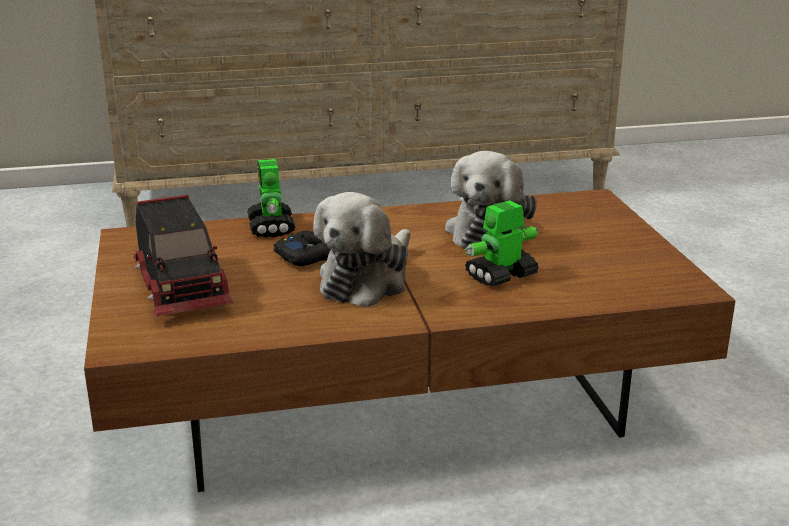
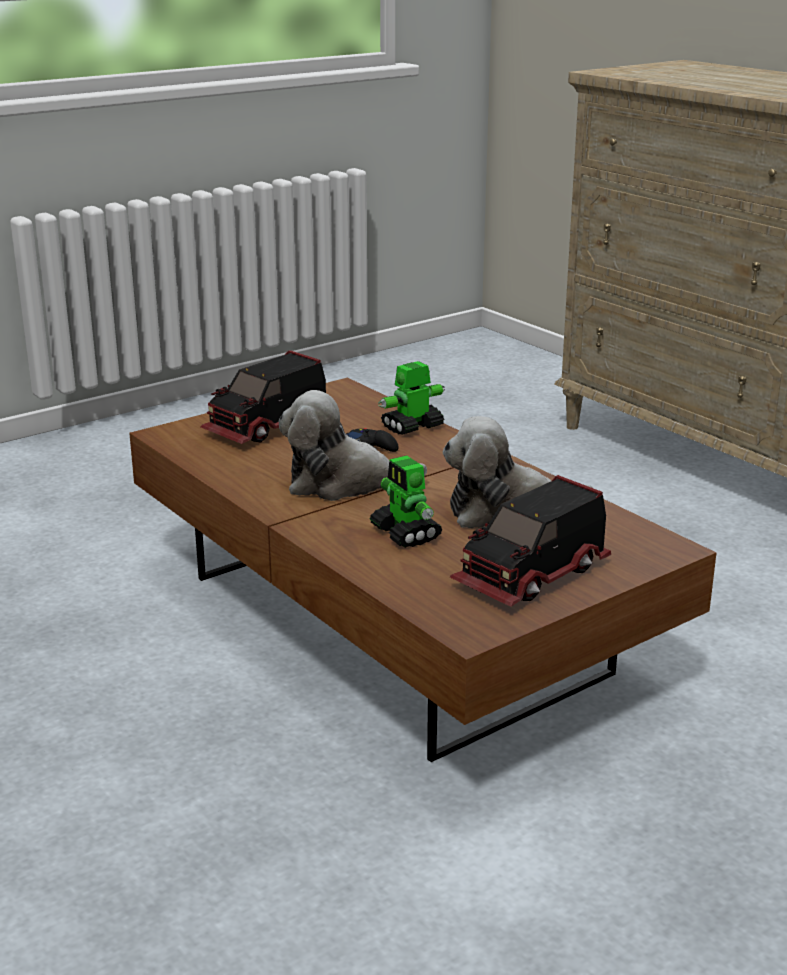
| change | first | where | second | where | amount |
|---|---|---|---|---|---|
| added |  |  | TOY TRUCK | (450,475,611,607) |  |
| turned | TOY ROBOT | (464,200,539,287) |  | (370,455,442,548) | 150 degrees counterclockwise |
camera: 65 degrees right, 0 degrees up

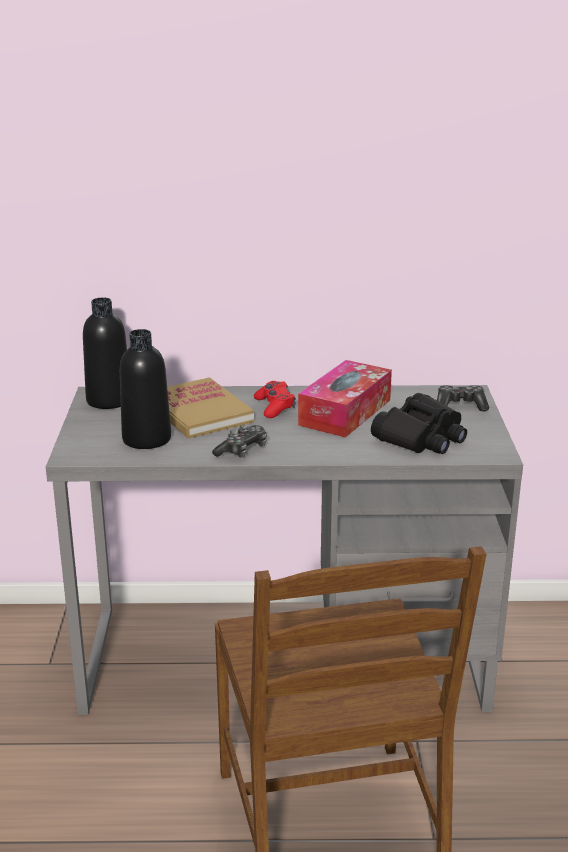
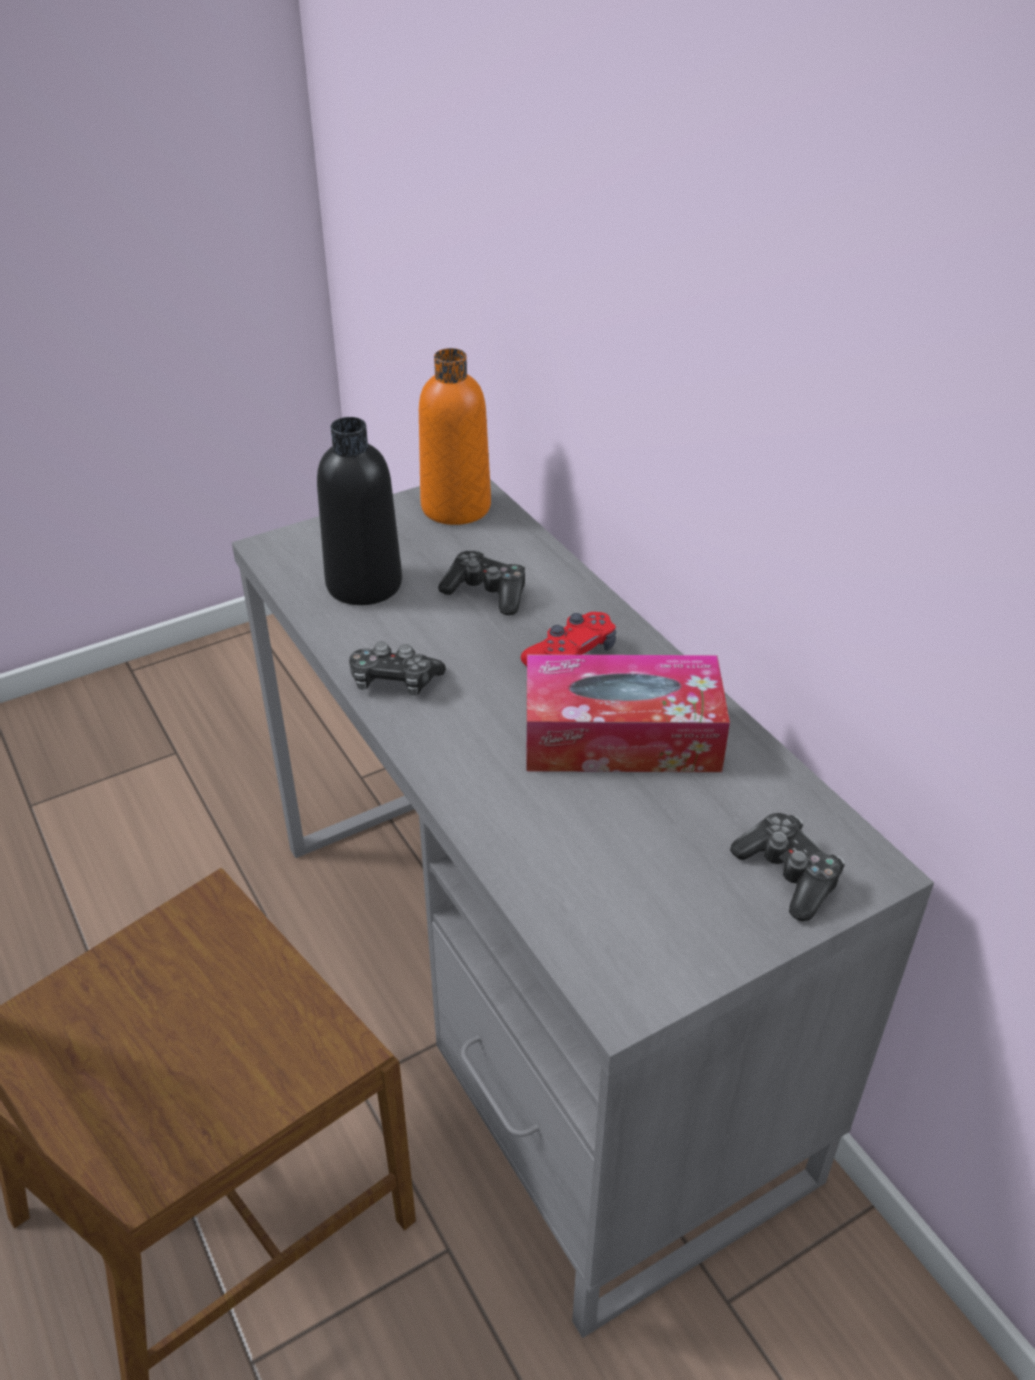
| change | first | where | second | where | amount |
|---|---|---|---|---|---|
| removed | BLACK BINOCULARS | (371,393,467,454) |  |  |  |
| replaced | BOOK | (167,377,254,439) | GAME CONTROLLER | (438,551,525,615) |  |
| recoloured | BLACK BOTTLE | (83,298,127,409) | ORANGE BOTTLE | (419,348,491,525) |  |
camera: 60 degrees right, 15 degrees up

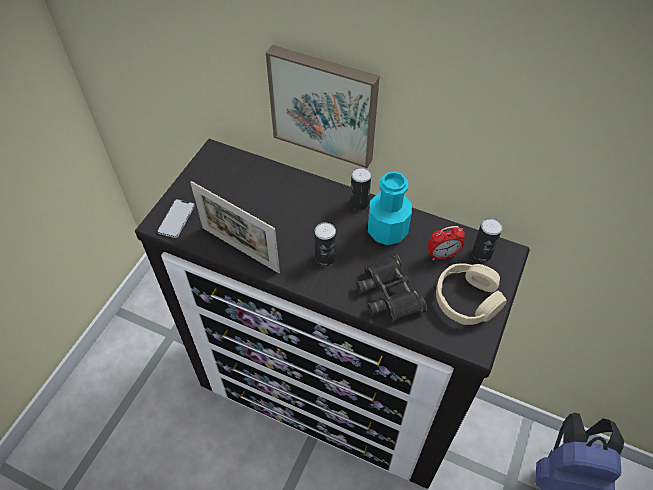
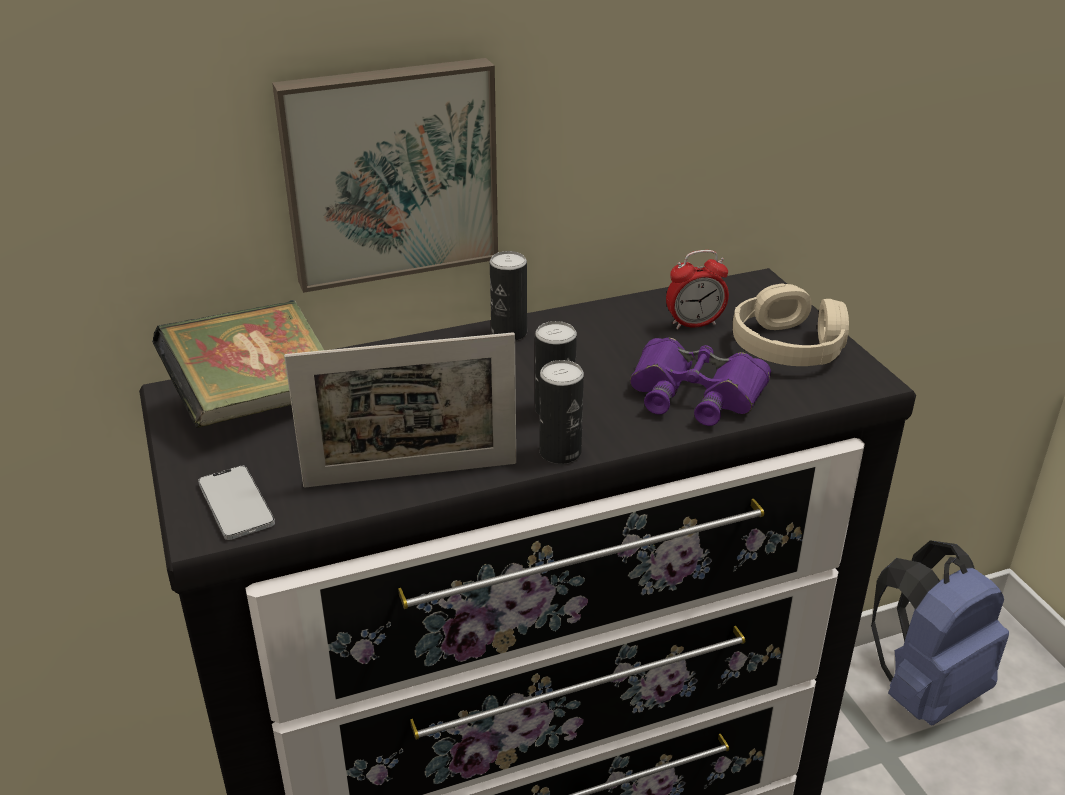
| change | first | where | second | where | amount |
|---|---|---|---|---|---|
| removed | TURQUOISE BOTTLE | (368,172,412,245) |  |  |  |
| added |  |  | BOOK | (152,300,324,428) |  |
| moved | CAN | (472,218,502,262) |  | (539,360,584,464) |  |
| recoloured | BLACK BINOCULARS | (356,254,427,322) | PURPLE BINOCULARS | (630,338,771,426) |  |
| turned | ALARM CLOCK | (428,226,465,260) |  | (666,250,729,330) | 45 degrees clockwise |
camera: 45 degrees left, 20 degrees down

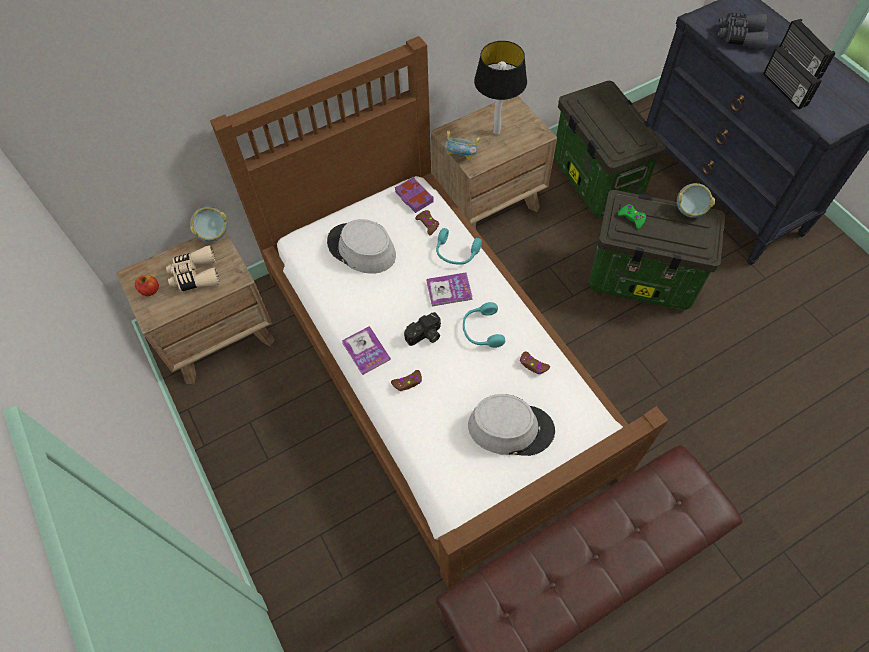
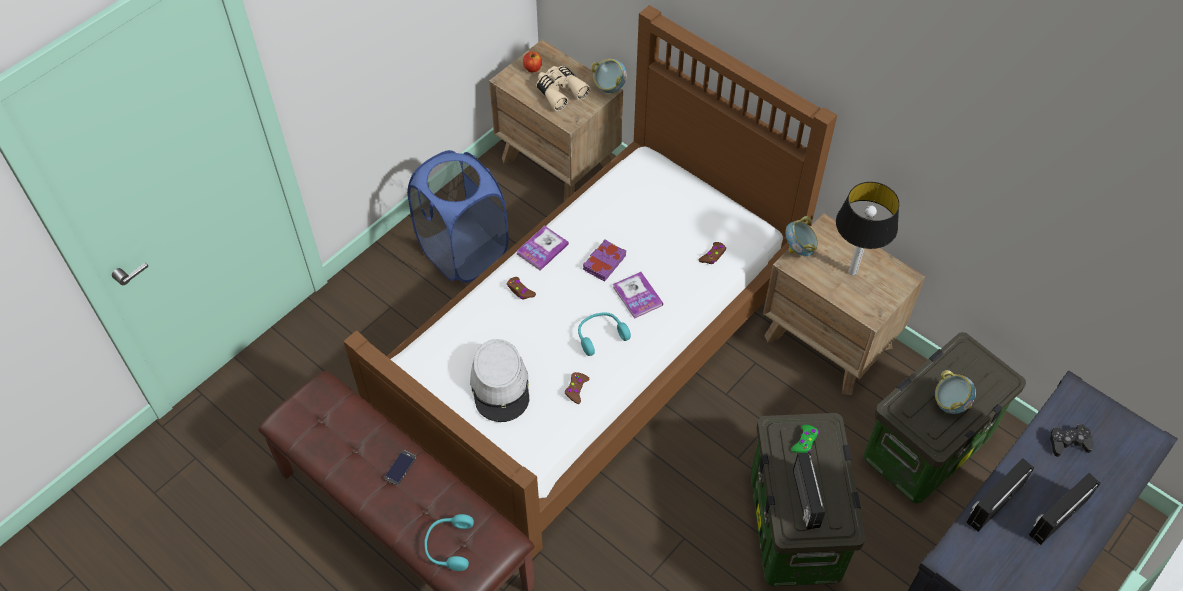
| change | first | where | second | where | amount |
|---|---|---|---|---|---|
| removed | GREY HAT | (327,219,396,274) |  |  |  |
| removed | PHOTO CAMERA | (404,312,441,346) |  |  |  |
| added |  |  | PHONE | (384,450,416,485) |  |
| added |  |  | BLUE LAUNDRY BASKET | (407,150,509,283) |  |
| added |  |  | RADIO | (793,452,825,530) |  |
| moved | PURPLE BOOK | (395,177,434,213) |  | (583,239,626,282) |  |
| moved | TURQUOISE HEADPHONES | (436,228,482,265) |  | (424,514,474,571) |  |
| moved | BOWL | (677,183,715,218) |  | (935,370,976,414) |  |
| replaced | GREY BINOCULARS | (718,13,768,50) | BLACK GAME CONTROLLER | (1050,424,1094,457) |  |
camera: 70 degrees right, 5 degrees down

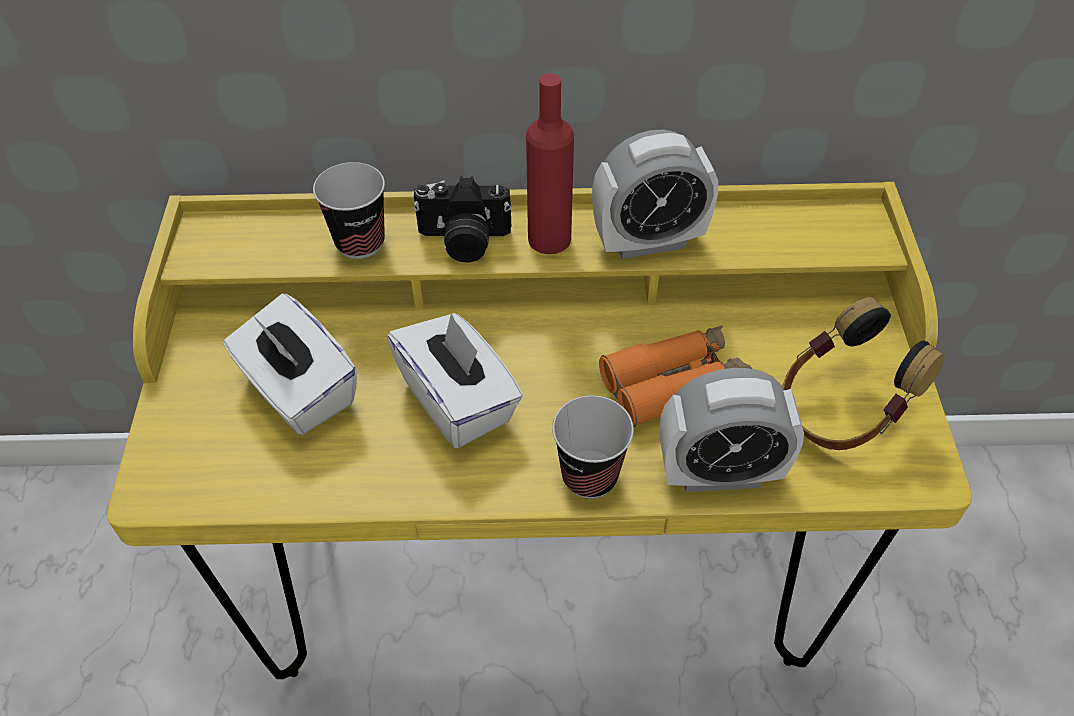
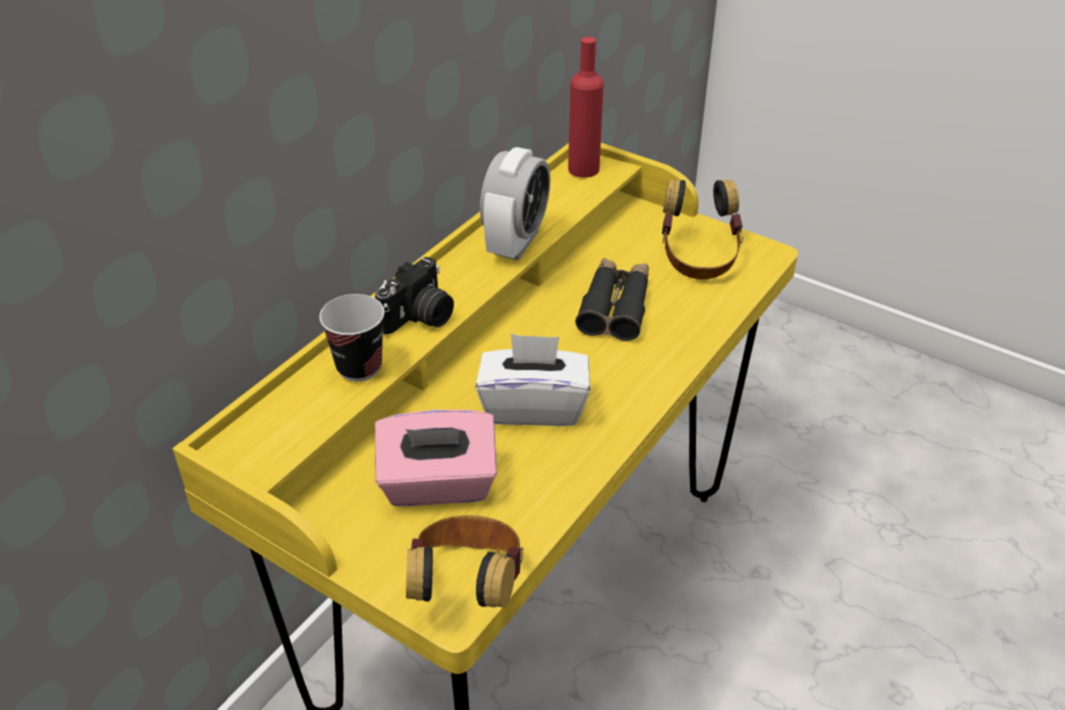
| change | first | where | second | where | amount |
|---|---|---|---|---|---|
| removed | CUP | (552,395,634,499) |  |  |  |
| removed | ALARM CLOCK | (660,368,804,492) |  |  |  |
| added |  |  | HEADPHONES | (406,515,523,608) |  |
| moved | RED BOTTLE | (526,73,574,254) |  | (568,37,604,178) |  |
| recoloured | WHITE TISSUE BOX | (223,294,357,435) | PINK TISSUE BOX | (375,410,497,506) |  |
| recoloured | ORANGE BINOCULARS | (599,325,752,427) | BLACK BINOCULARS | (575,258,649,341) |  |
camera: 55 degrees left, 10 degrees down

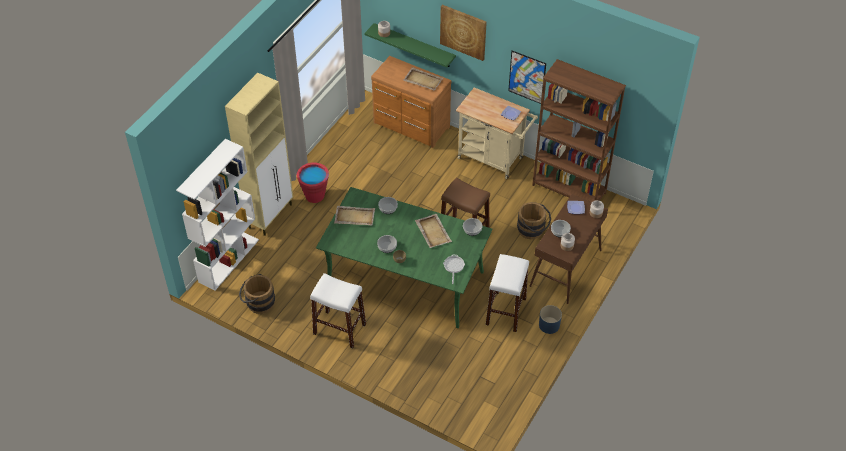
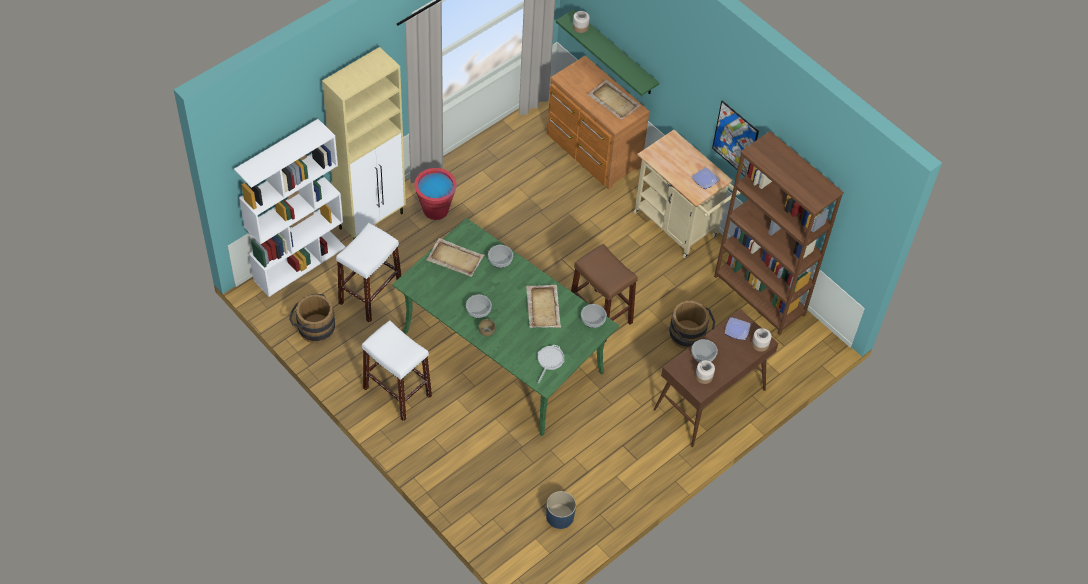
| change | first | where | second | where | amount |
|---|---|---|---|---|---|
| removed | PICTURE | (440,5,487,61) |  |  |  |
| moved | WHITE STOOL | (486,254,529,332) |  | (336,223,401,323) |  |
| moved | BLUE PLANTER | (539,305,562,334) |  | (546,491,576,529) |  |
camera: 15 degrees right, 5 degrees up

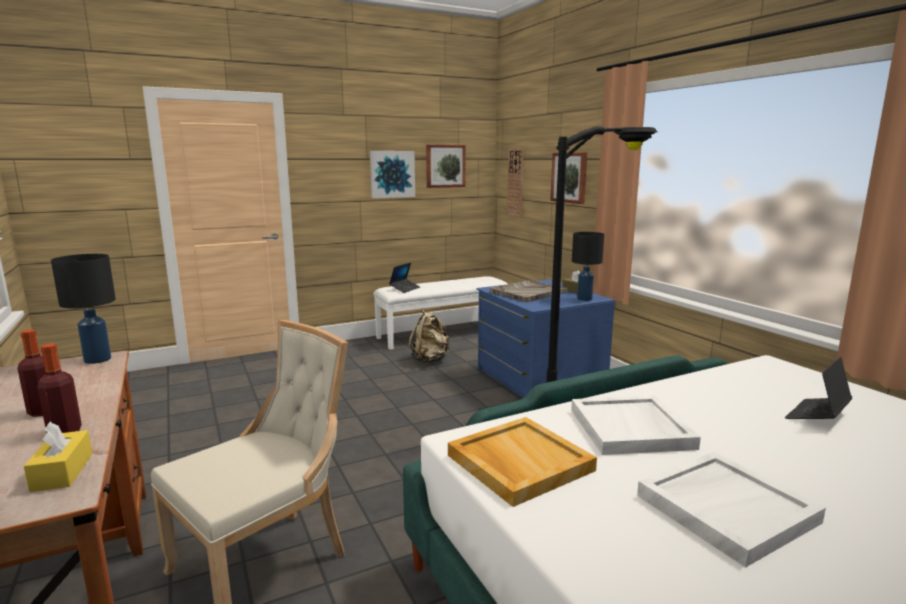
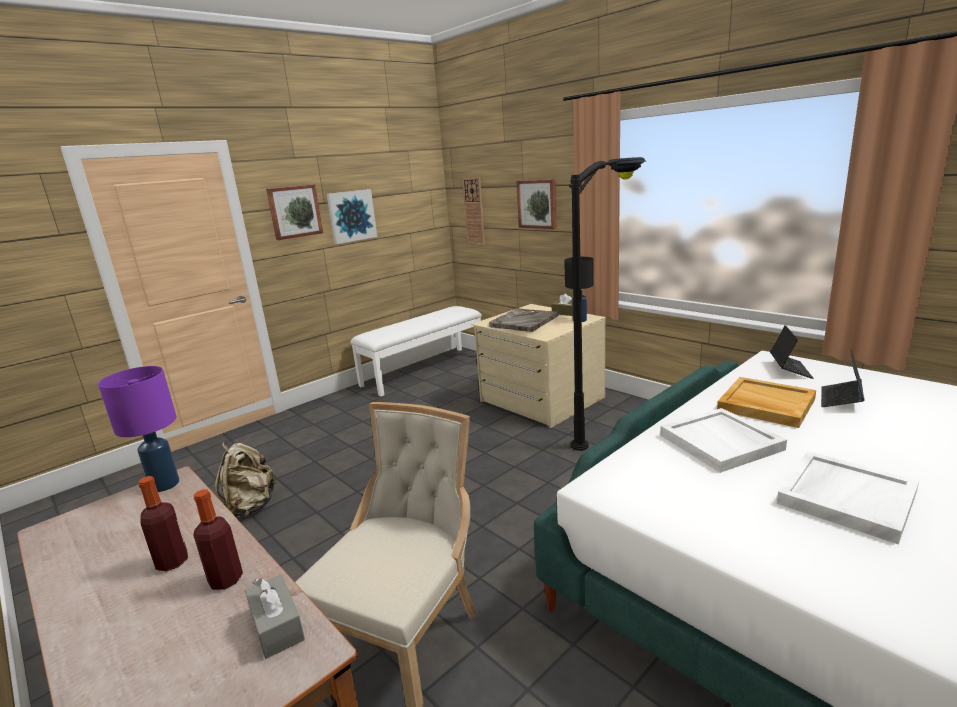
| change | first | where | second | where | amount |
|---|---|---|---|---|---|
| moved | LAPTOP | (389,262,420,293) |  | (770,325,813,379) |  |
| moved | BEIGE BACKPACK | (409,308,450,362) |  | (215,442,278,518) |  |
| moved | PICTURE | (426,145,466,188) |  | (266,184,323,240) |  |
| moved | BEIGE TRAY | (448,417,597,507) |  | (717,377,816,428) |  |
| recoloured | YELLOW TISSUE BOX | (24,422,93,492) | GREY TISSUE BOX | (245,574,305,659) |  |
| recoloured | BLACK TABLE LAMP | (51,254,116,364) | PURPLE TABLE LAMP | (98,366,179,492) |  |
| recoloured | BLUE DRESSER | (476,280,615,398) | BEIGE DRESSER | (471,304,606,428) |  |
camera: 15 degrees left, 5 degrees up

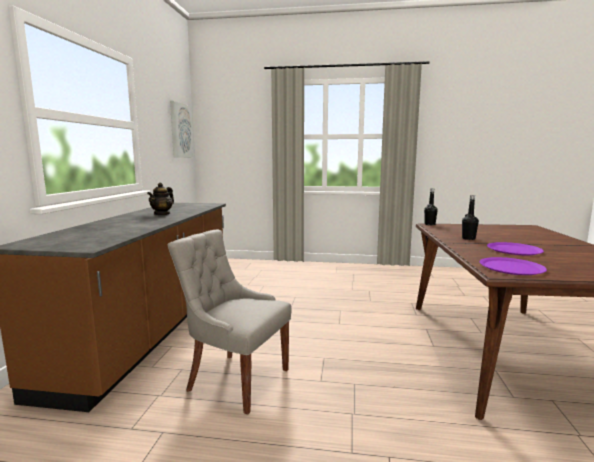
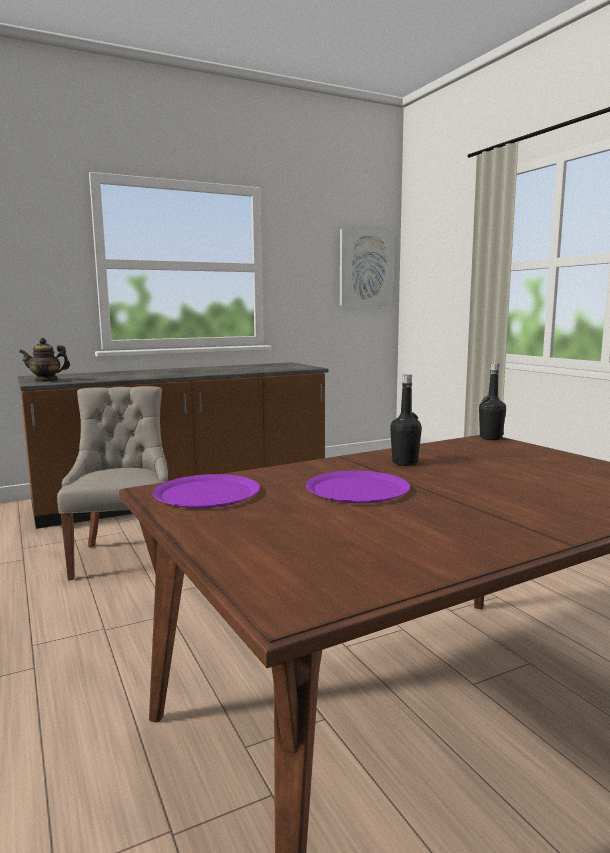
| change | first | where | second | where | amount |
|---|---|---|---|---|---|
| moved | TEAPOT | (147,182,174,215) |  | (19,338,70,382) |  |
camera: 55 degrees right, 0 degrees up

